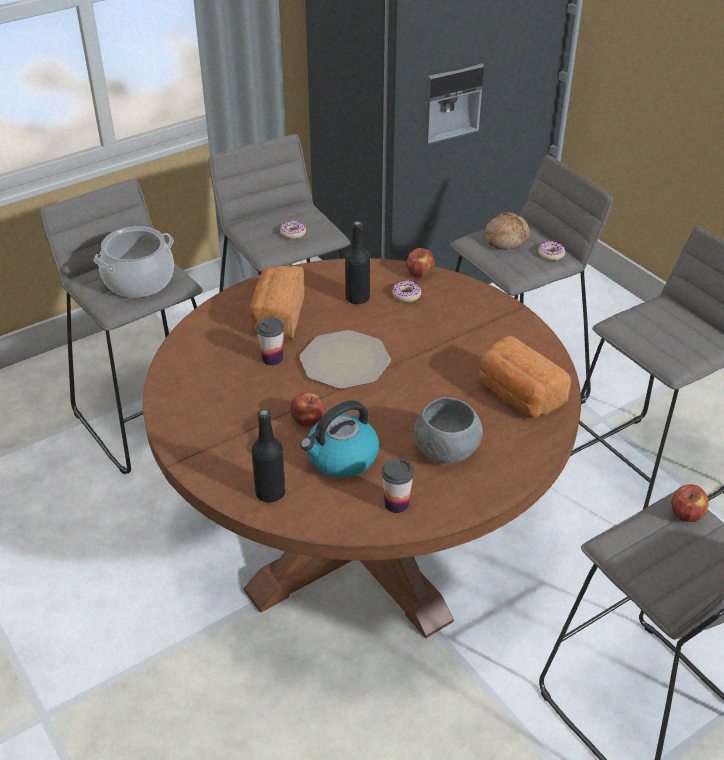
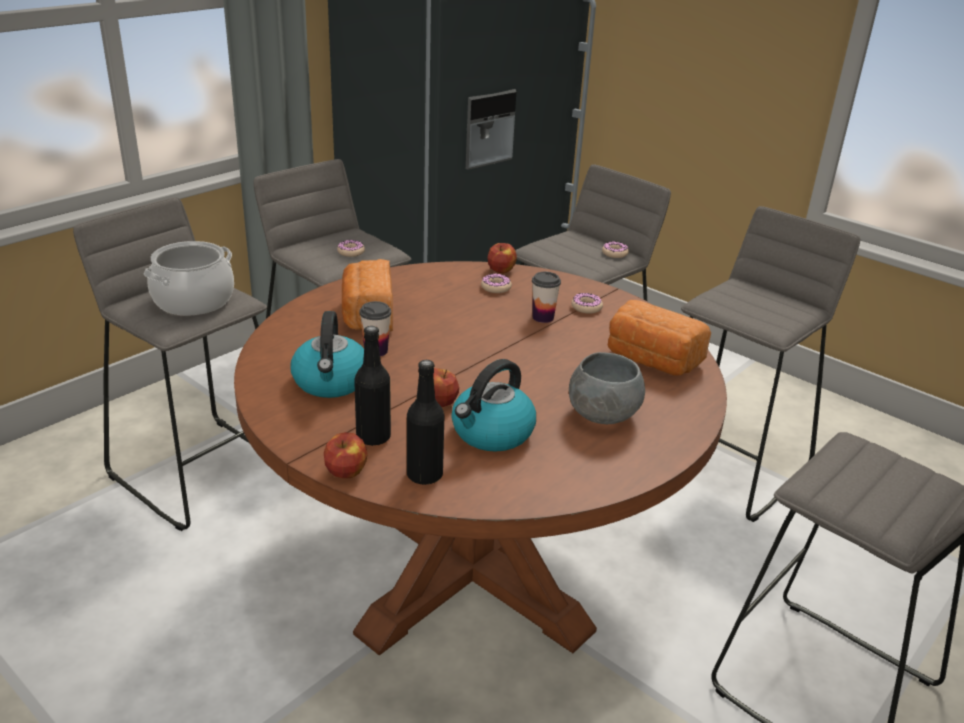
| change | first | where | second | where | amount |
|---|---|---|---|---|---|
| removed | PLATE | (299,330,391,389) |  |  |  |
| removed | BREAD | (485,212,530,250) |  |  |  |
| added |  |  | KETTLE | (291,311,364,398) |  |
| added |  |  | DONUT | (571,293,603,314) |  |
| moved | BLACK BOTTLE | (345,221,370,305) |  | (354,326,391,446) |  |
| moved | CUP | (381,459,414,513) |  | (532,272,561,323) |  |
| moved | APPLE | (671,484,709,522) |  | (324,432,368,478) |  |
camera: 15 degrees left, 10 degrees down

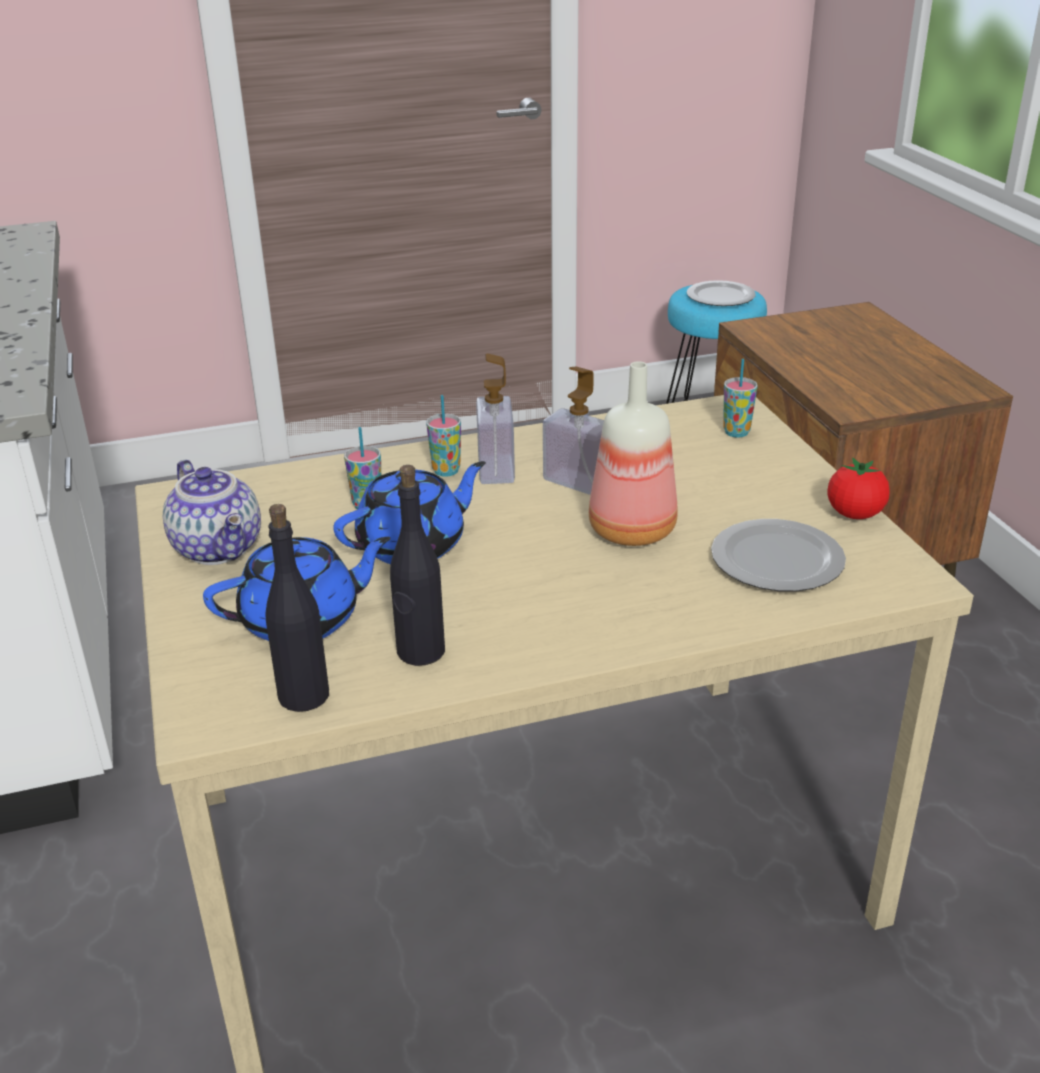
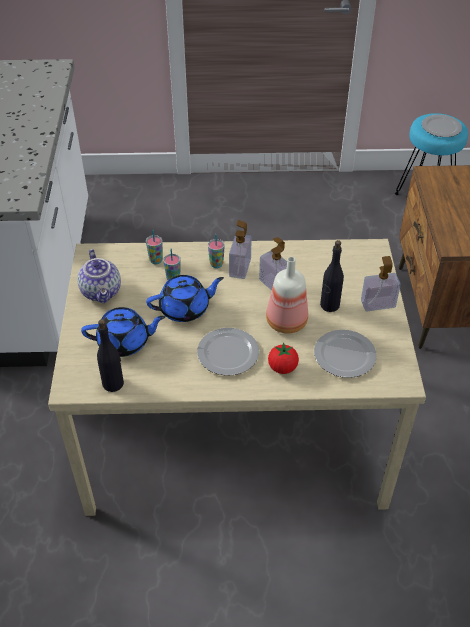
| change | first | where | second | where | amount |
|---|---|---|---|---|---|
| added |  |  | PLATE | (197,328,259,375) |  |
| added |  |  | SOAP DISPENSER | (361,256,401,311) |  |
| moved | BLACK BOTTLE | (390,465,445,666) |  | (320,240,344,312) |  |
| moved | CUP | (723,359,758,438) |  | (146,230,163,264) |  |
| moved | TOMATO | (827,458,890,519) |  | (268,342,299,374) |  |
camera: 15 degrees right, 15 degrees up

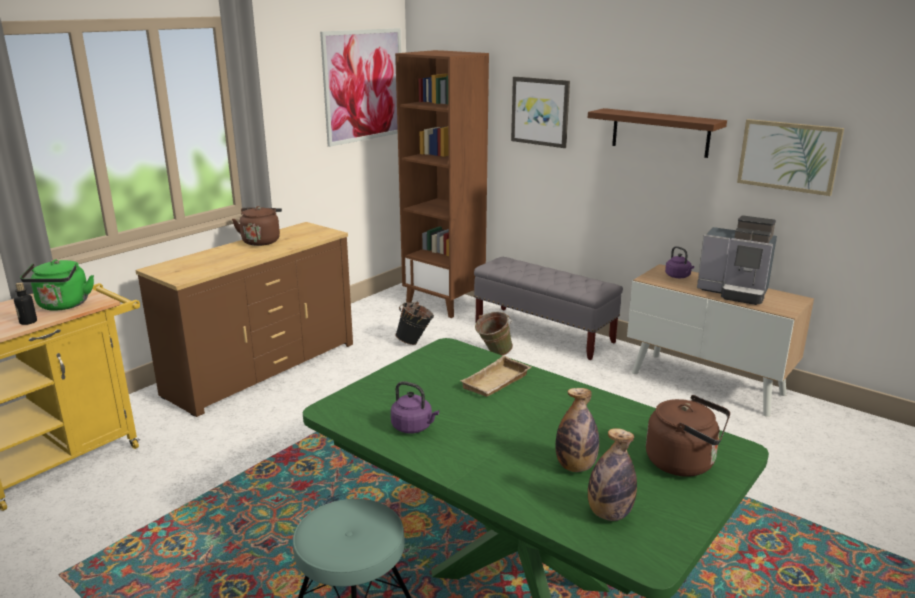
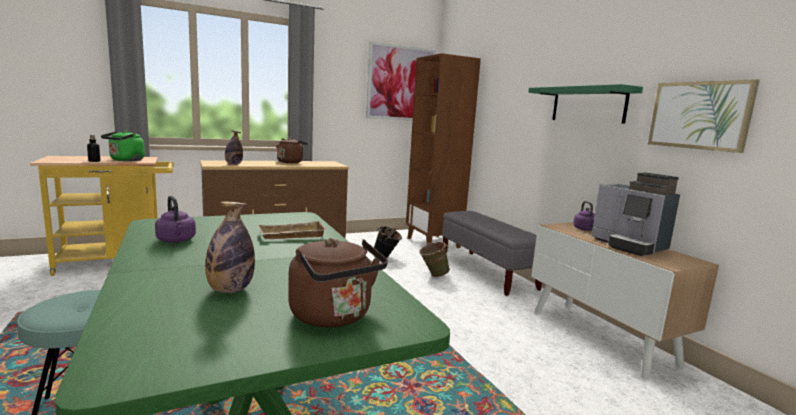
| change | first | where | second | where | amount |
|---|---|---|---|---|---|
| removed | PICTURE | (511,77,570,148) |  |  |  |
| moved | BOTTLE | (588,428,637,521) |  | (225,130,243,165) |  |
| recoloured | BROWN SHELF | (588,108,727,158) | GREEN SHELF | (528,84,643,124) |  |
camera: 25 degrees right, 10 degrees down

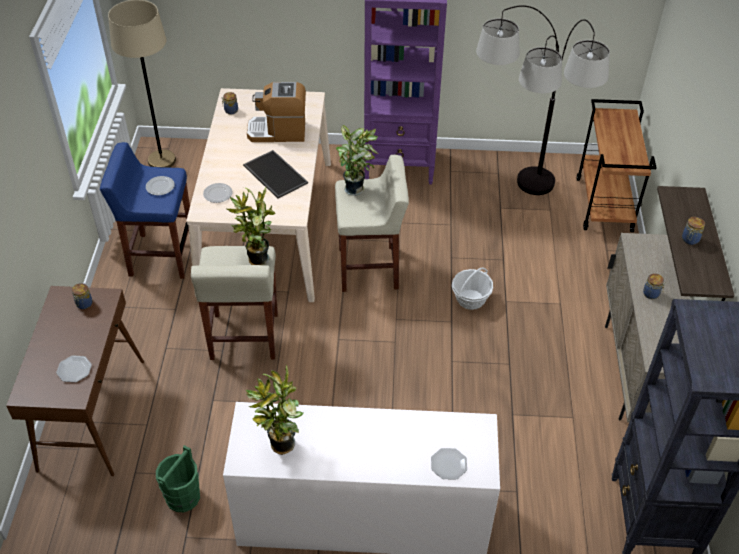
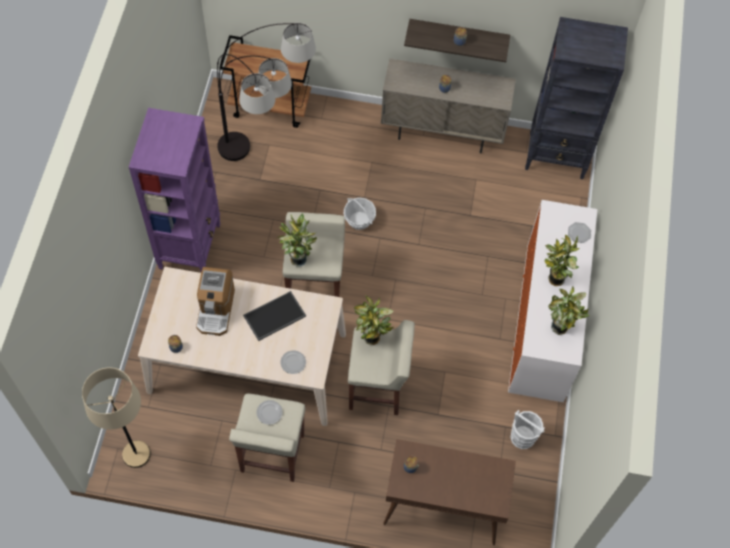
| change | first | where | second | where | amount |
|---|---|---|---|---|---|
| removed | PLATE | (56,355,92,382) |  |  |  |
| added |  |  | POTTED PLANT | (545,235,580,286) |  |
| recoloured | BLUE STOOL | (100,142,190,279) | BEIGE STOOL | (229,394,305,482) |  |
| recoloured | GREEN BUCKET | (156,445,200,512) | WHITE BUCKET | (510,410,545,449) |  |
camera: 85 degrees left, 15 degrees up

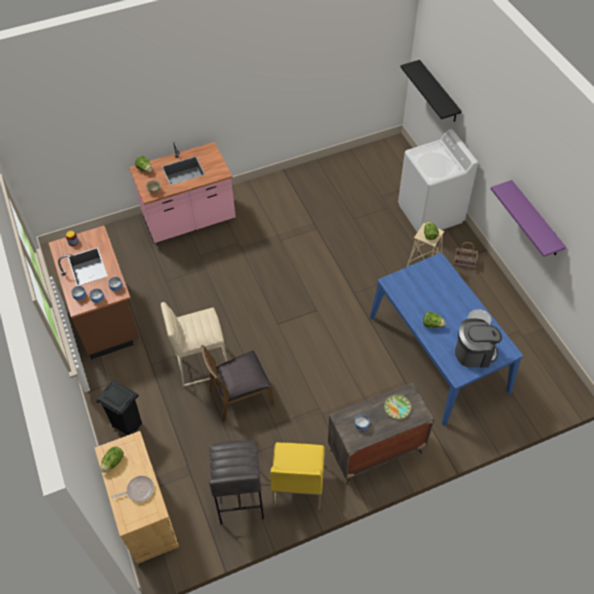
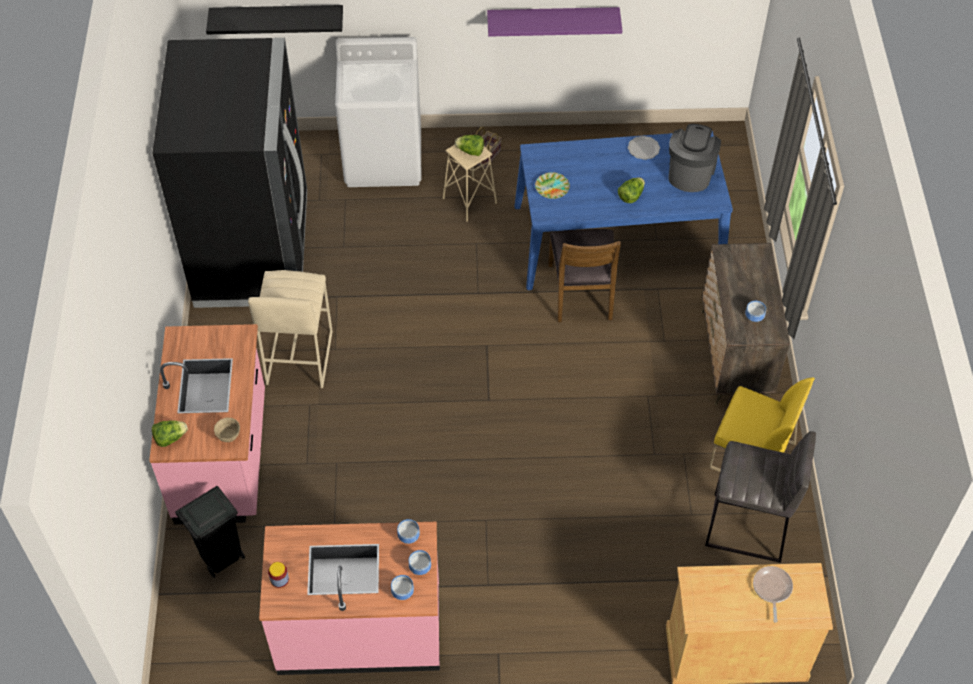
| change | first | where | second | where | amount |
|---|---|---|---|---|---|
| removed | LETTUCE | (100,447,124,473) |  |  |  |
| added |  |  | BLACK FRIDGE | (152,38,307,308) |  |
| moved | BLACK TRASH CAN | (96,380,142,435) |  | (175,486,245,578) |  |
| moved | BEIGE STOOL | (161,302,227,387) |  | (248,270,333,388) |  |
| moved | BROWN CHAIR | (201,345,274,422) |  | (548,229,621,322) |  |
| moved | PLATE | (384,394,412,419) |  | (535,172,570,199) |  |
| recoloured | BROWN COUNTER | (49,226,139,360) | PINK COUNTER | (259,522,440,675) |  |
camera: 70 degrees left, 0 degrees up

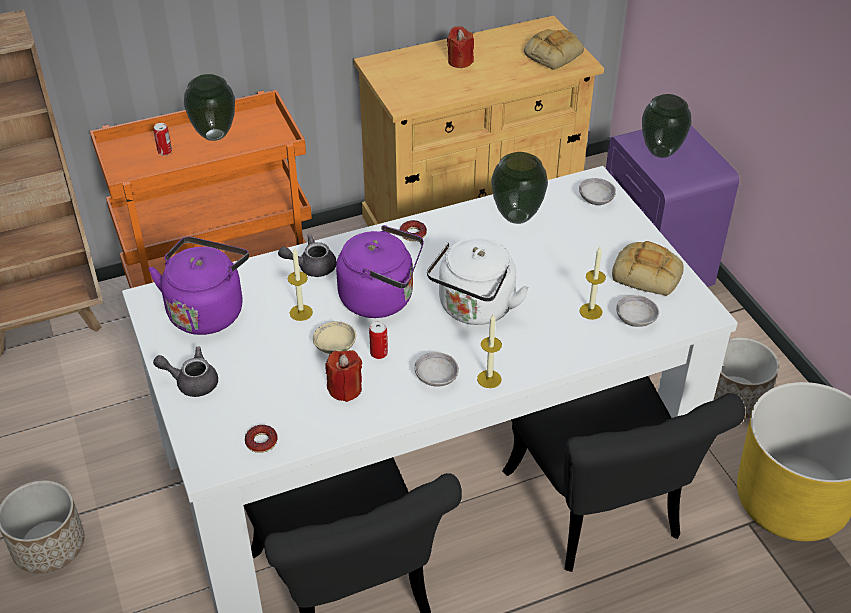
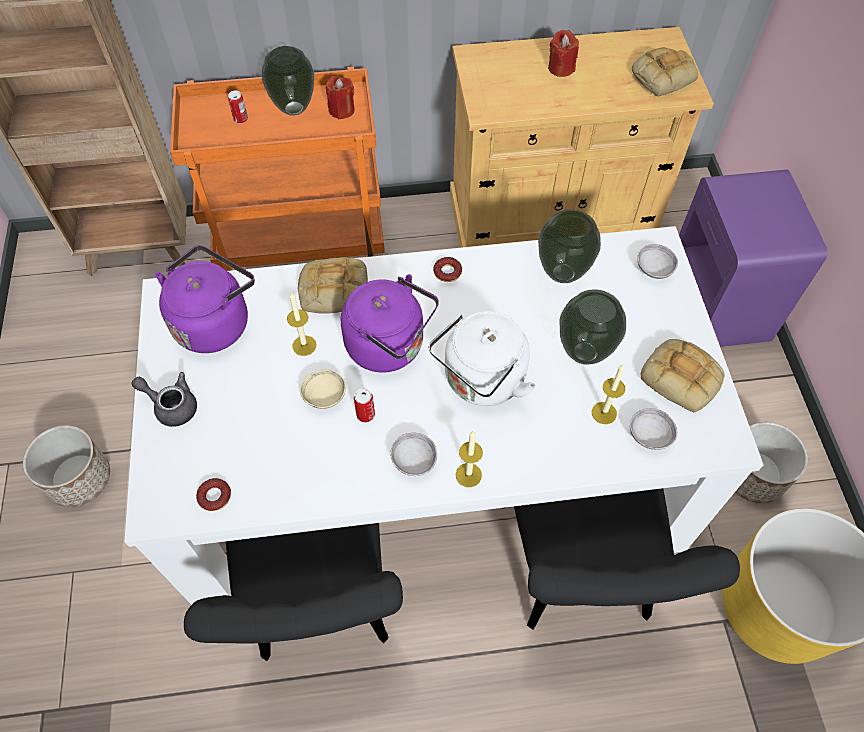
| change | first | where | second | where | amount |
|---|---|---|---|---|---|
| moved | RED CANDLE | (326,350,362,402) |  | (326,76,355,119) |  |
| moved | VASE | (642,94,691,158) |  | (560,289,626,365) |  |
| replaced | GREY TEAPOT | (278,234,337,277) | BREAD | (298,257,368,314) |  |
camera: 15 degrees right, 15 degrees up

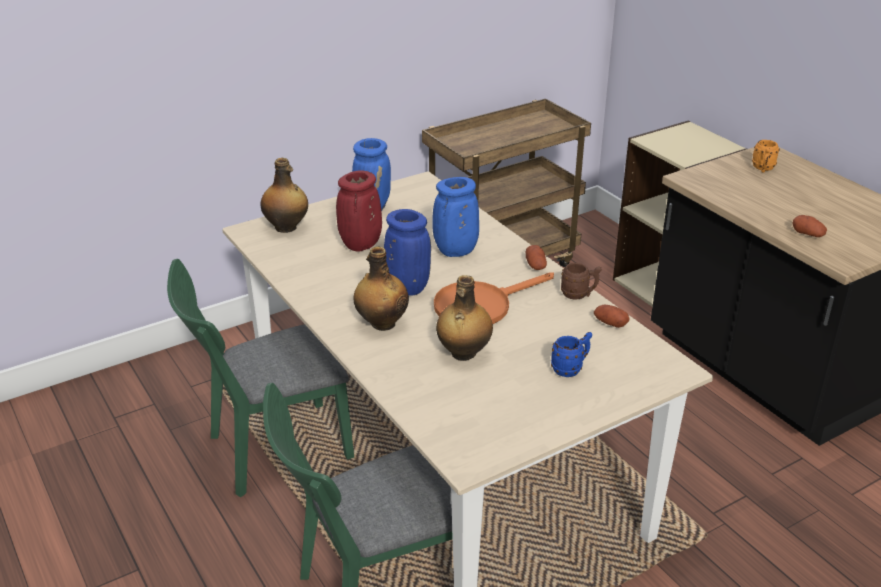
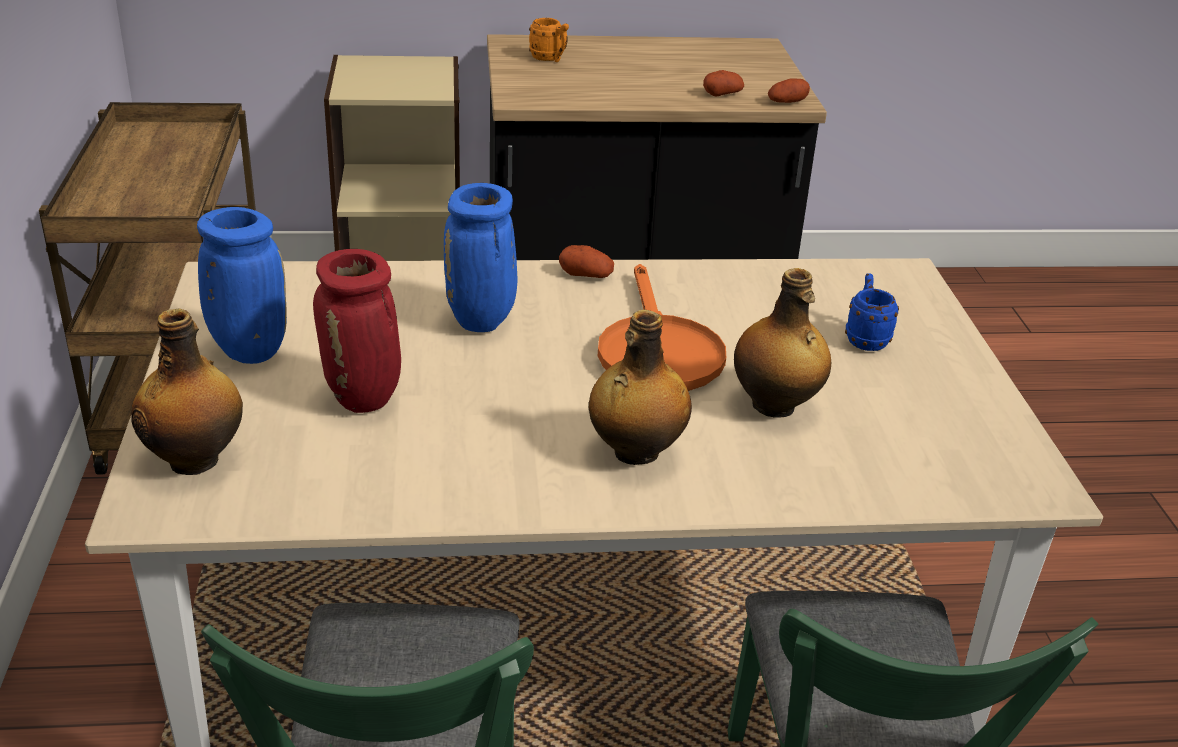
| change | first | where | second | where | amount |
|---|---|---|---|---|---|
| removed | BLUE VASE | (384,209,431,296) |  |  |  |
| removed | BROWN MUG | (561,263,602,300) |  |  |  |
| moved | POTATO | (594,305,629,328) |  | (768,78,810,103) |  |
camera: 65 degrees left, 0 degrees up

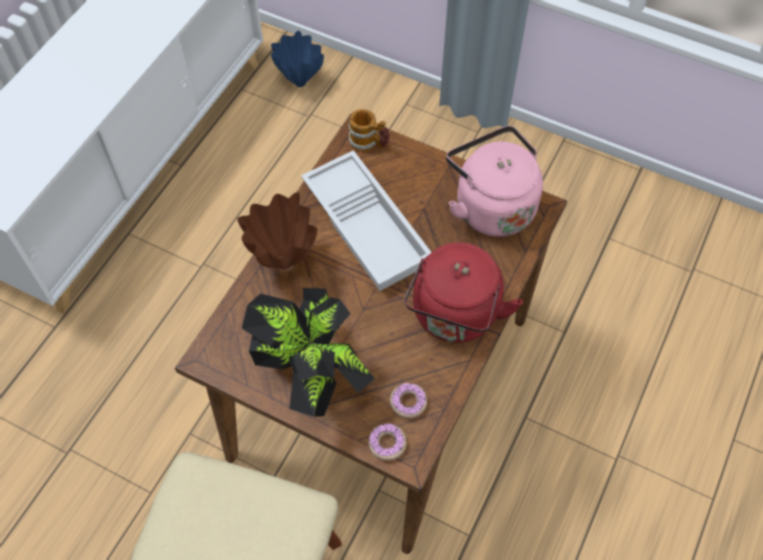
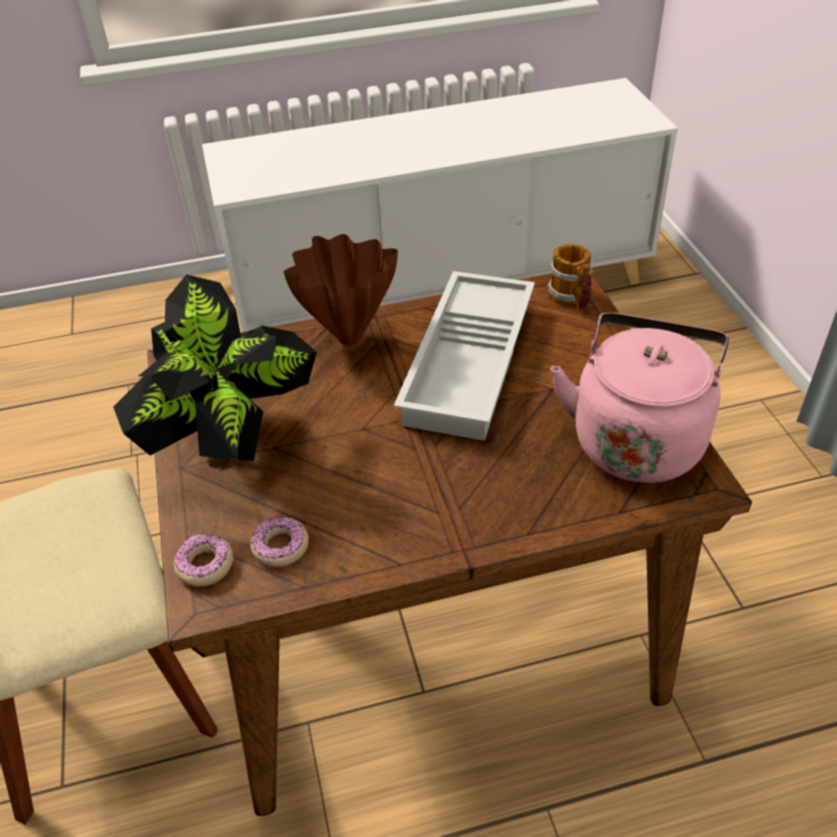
| change | first | where | second | where | amount |
|---|---|---|---|---|---|
| removed | BLUE VASE | (271,31,324,87) |  |  |  |
| removed | RED KETTLE | (404,242,523,343) |  |  |  |
camera: 50 degrees right, 15 degrees down

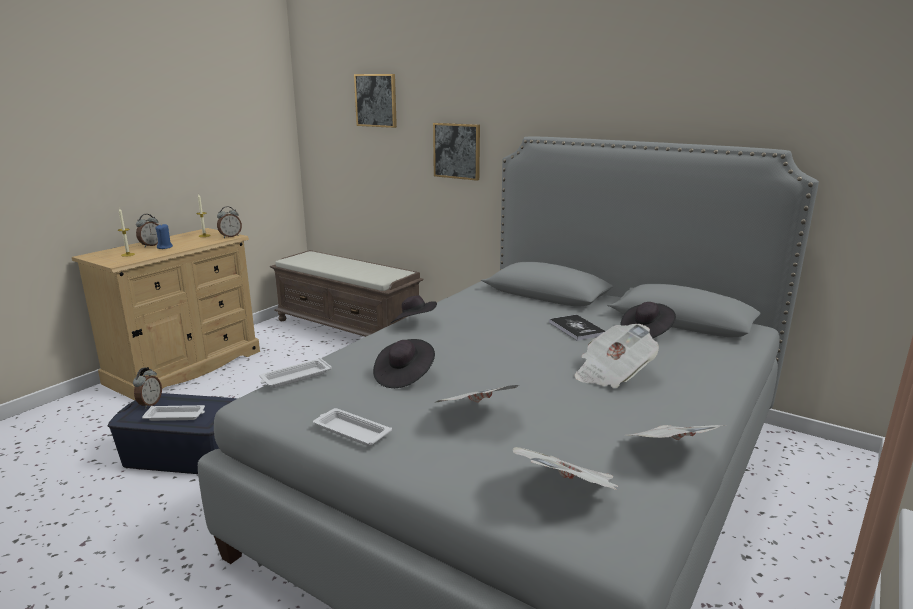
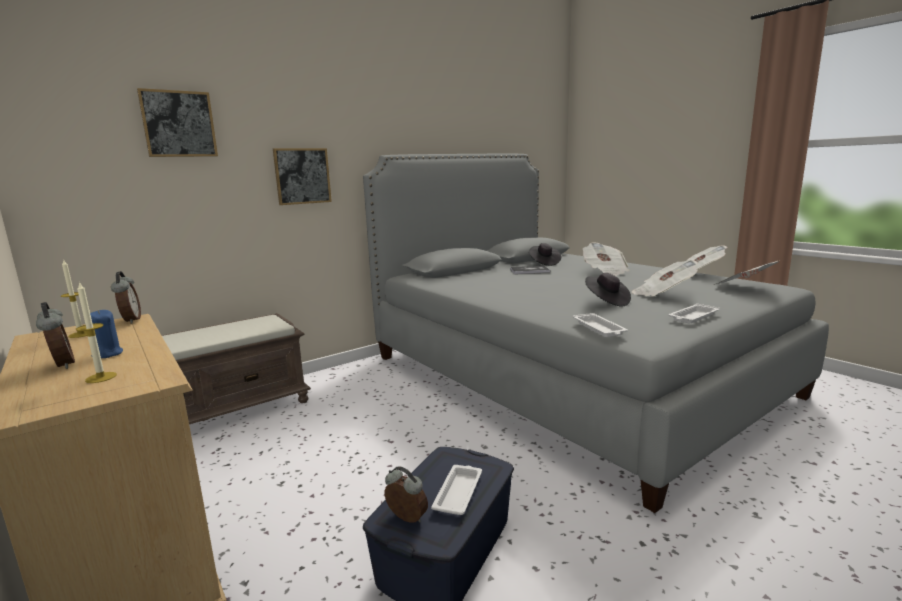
| change | first | where | second | where | amount |
|---|---|---|---|---|---|
| removed | BLACK HAT | (391,295,437,323) |  |  |  |
camera: 70 degrees left, 5 degrees down

